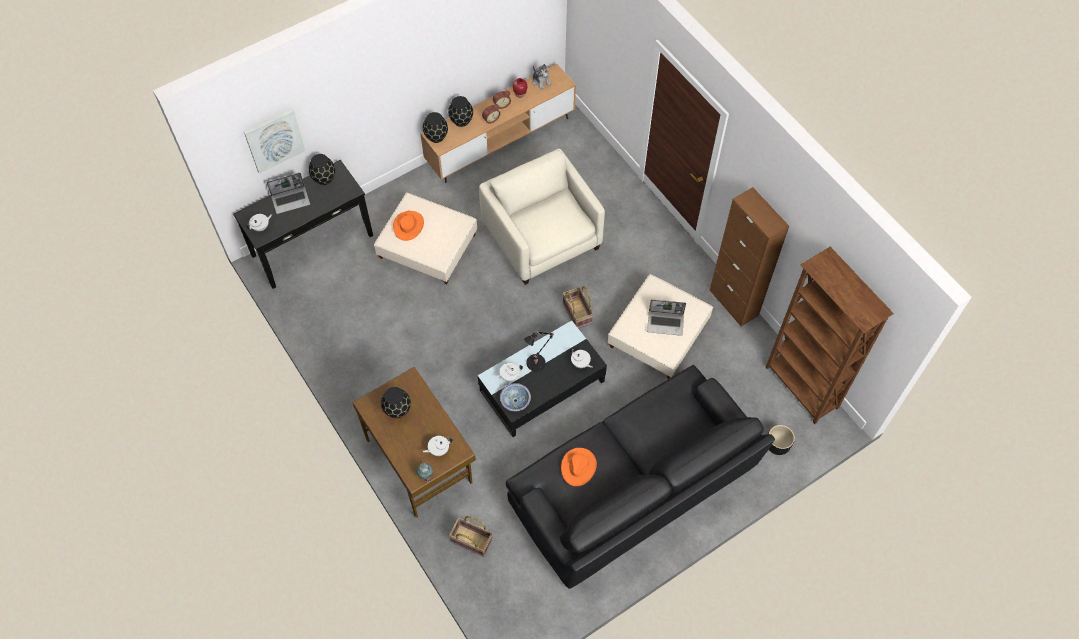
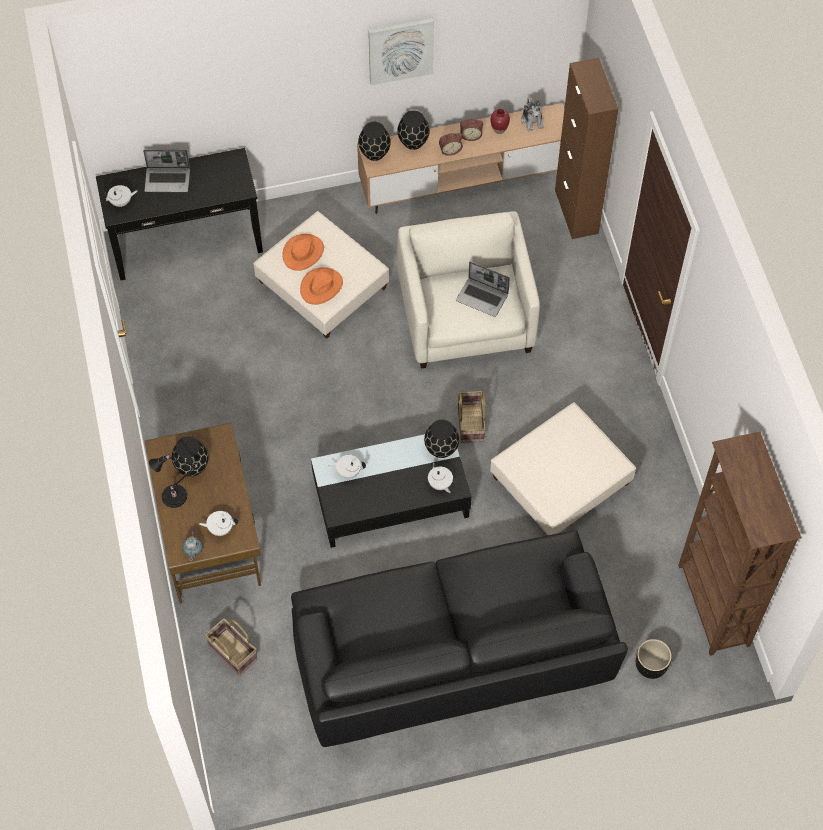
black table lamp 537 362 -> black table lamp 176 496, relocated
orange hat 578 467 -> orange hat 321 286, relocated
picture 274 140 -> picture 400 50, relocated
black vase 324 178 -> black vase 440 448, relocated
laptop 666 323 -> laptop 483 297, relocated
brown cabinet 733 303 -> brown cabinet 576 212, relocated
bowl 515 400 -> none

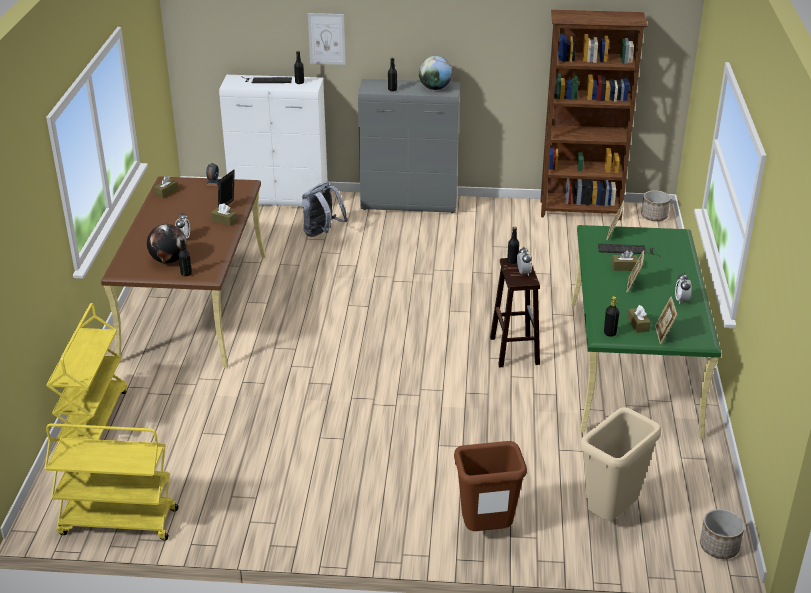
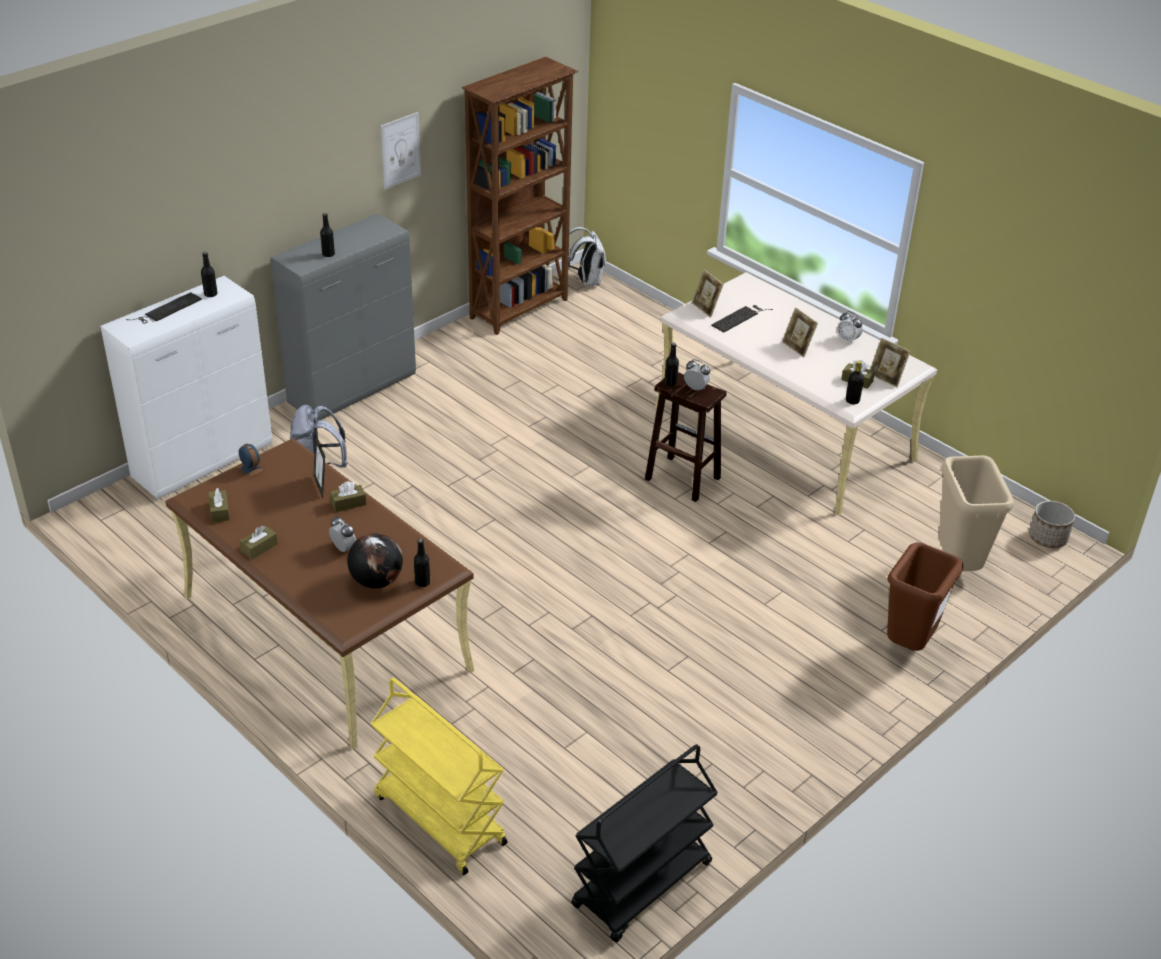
brown tissue box 624 267 -> brown tissue box 259 548, relocated
picture 326 39 -> picture 400 150, relocated
planter 654 216 -> white backpack 586 281
yellow cart 117 522 -> black cart 642 886
green desk 632 366 -> beige desk 784 433
globe 435 88 -> none

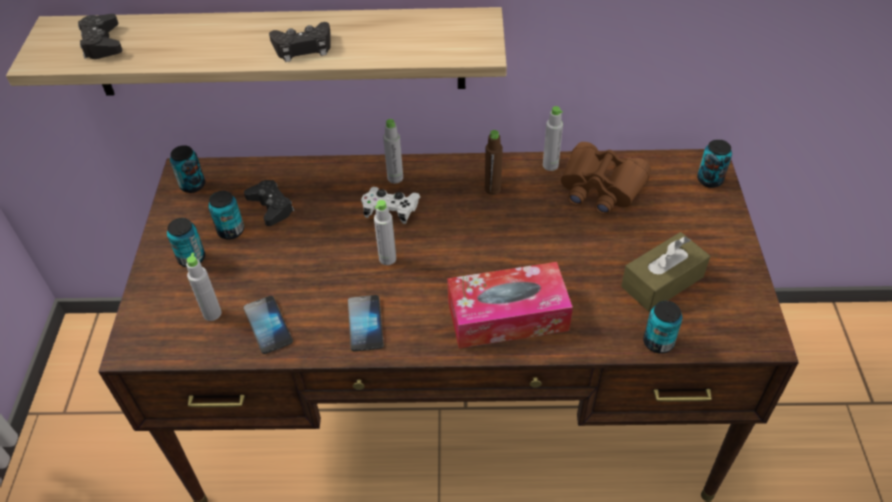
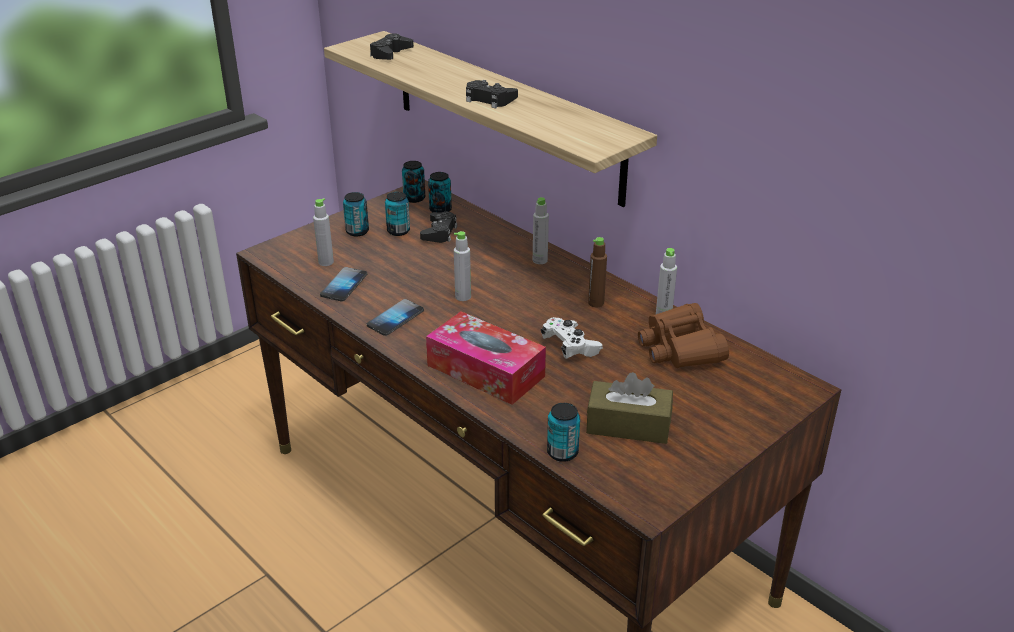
can 709 180 -> can 440 210, relocated
white game controller 391 211 -> white game controller 570 347, relocated

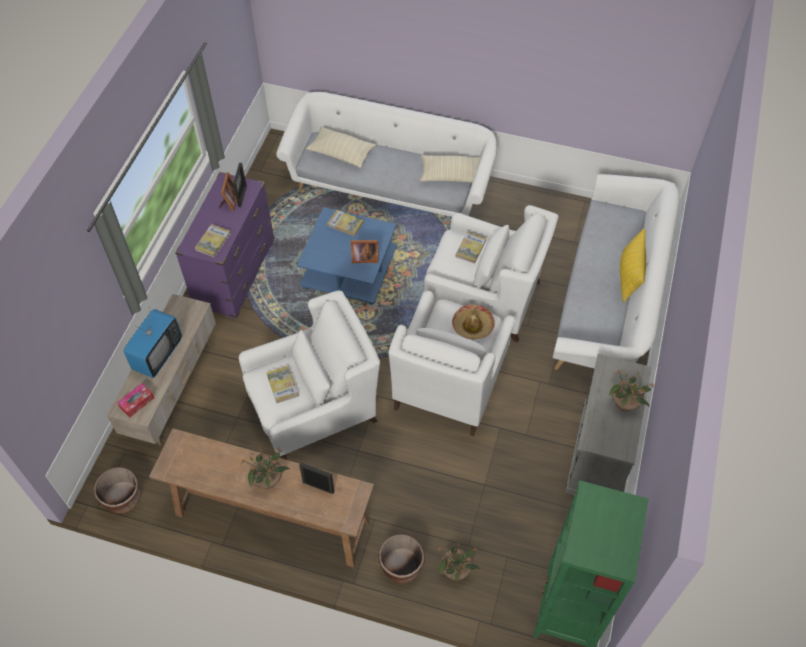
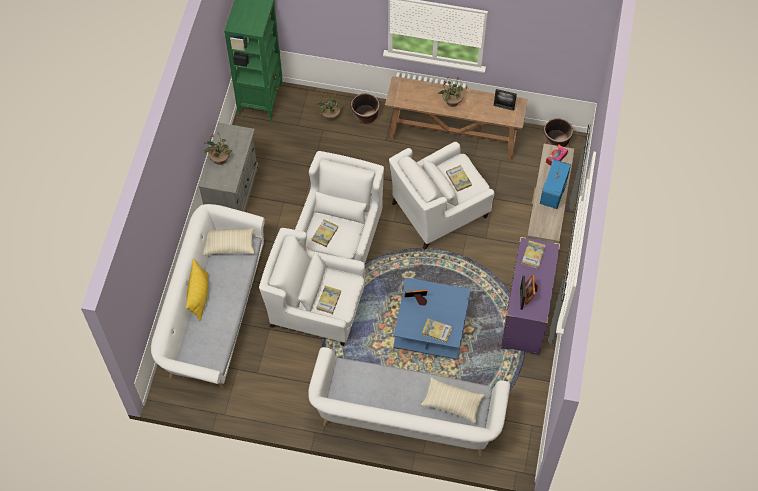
beige pillow 451 175 -> beige pillow 228 245, relocated
hat 472 325 -> book 325 234
picture frame 318 487 -> picture frame 503 107, relocated

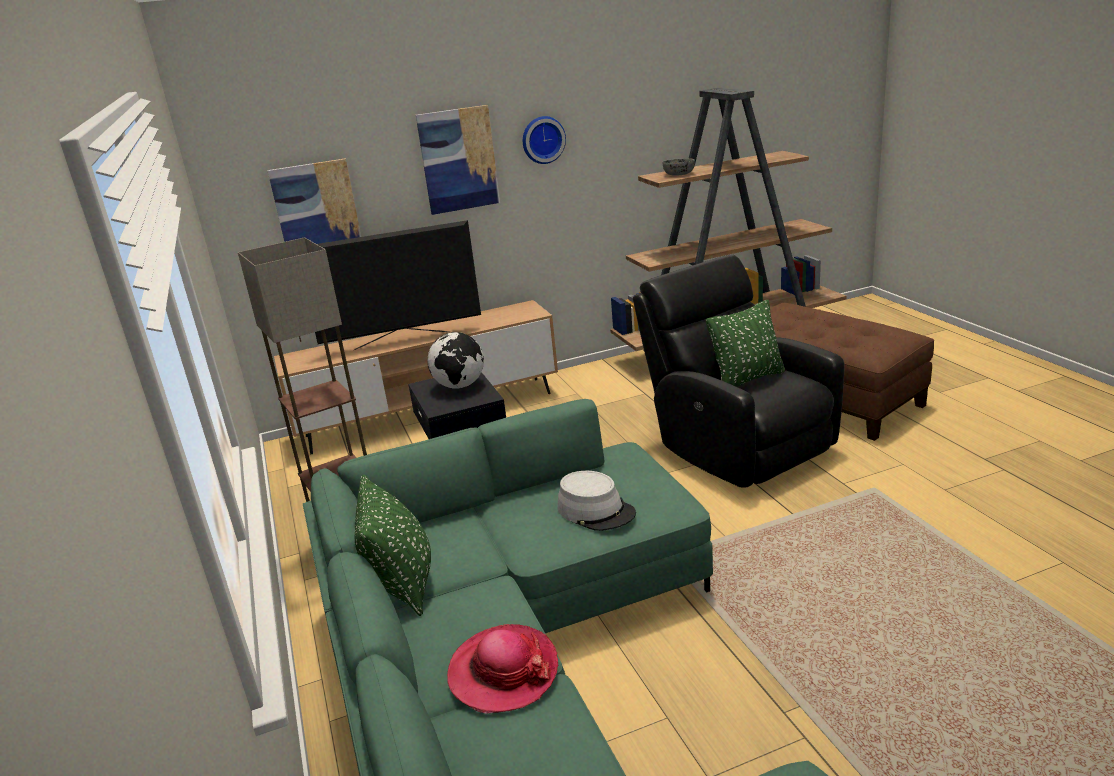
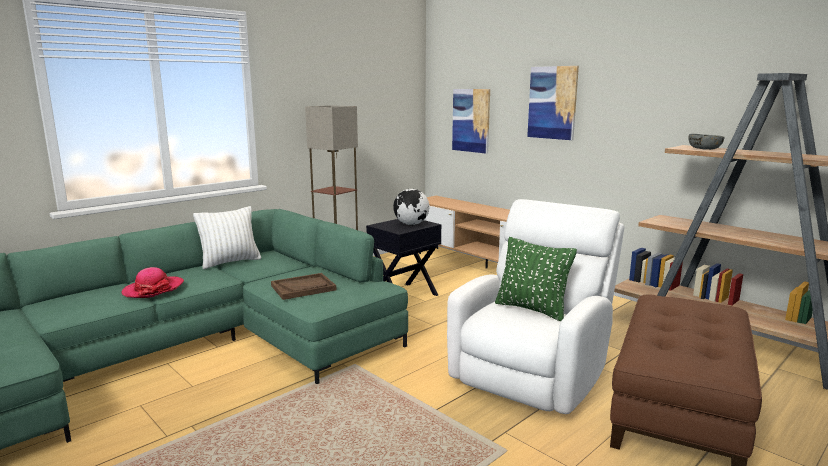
green pillow 402 584 -> white pillow 230 262
grey hat 596 511 -> brown tray 303 288
black armchair 738 446 -> white armchair 532 373
television 403 340 -> none
wall clock 542 139 -> none

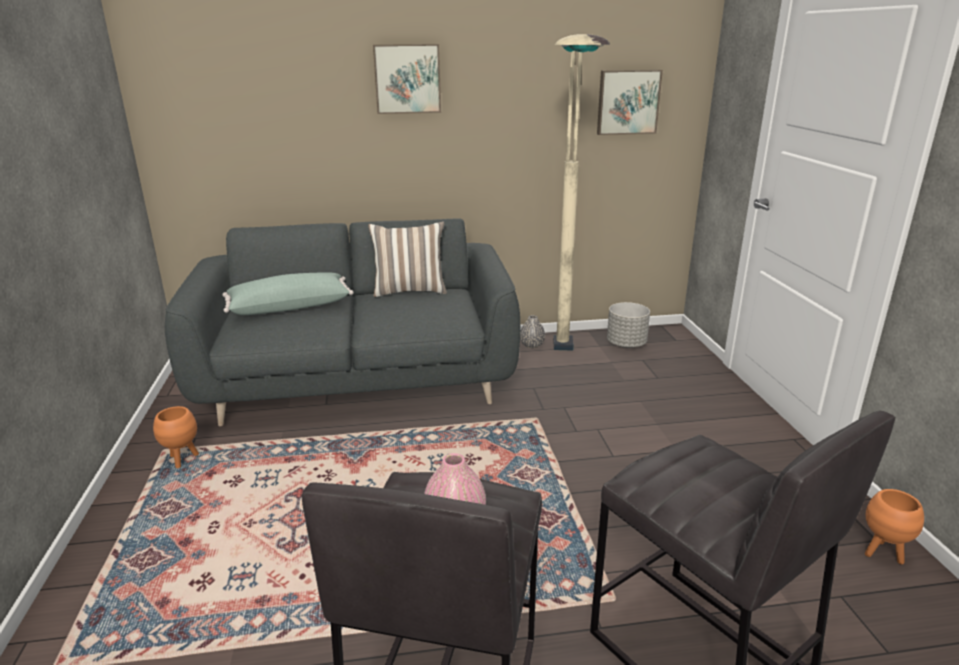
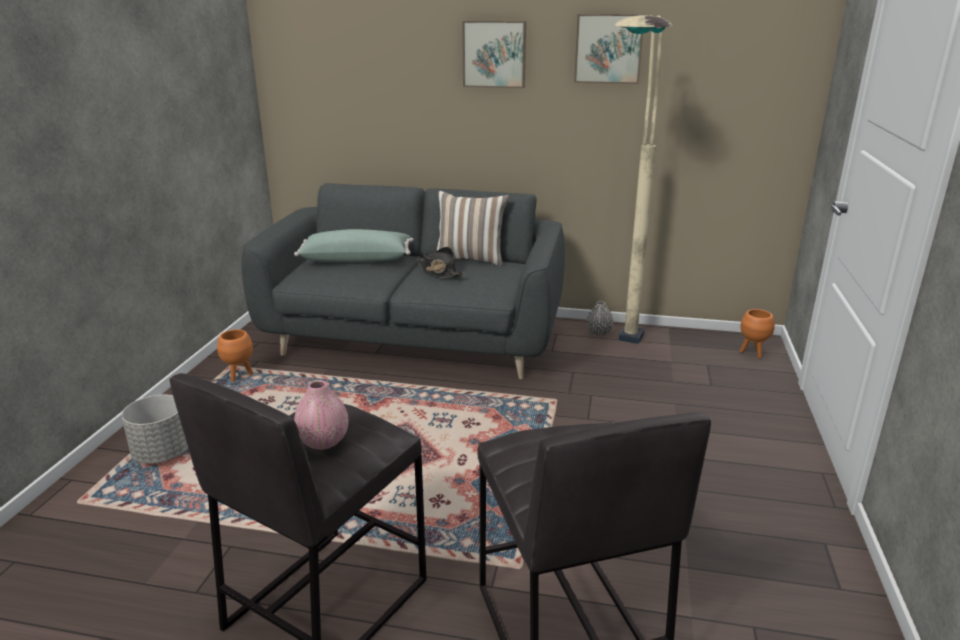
grey planter 626 344 -> grey planter 162 454, relocated
none -> black hat 439 272
picture 627 102 -> picture 608 48, relocated
orange planter 883 553 -> orange planter 752 353, relocated

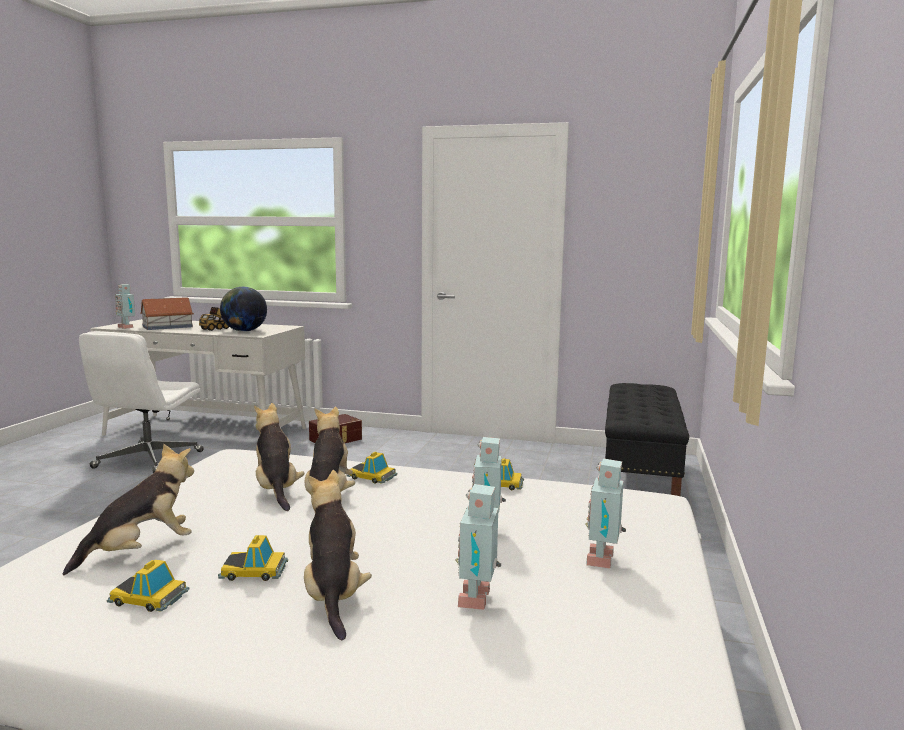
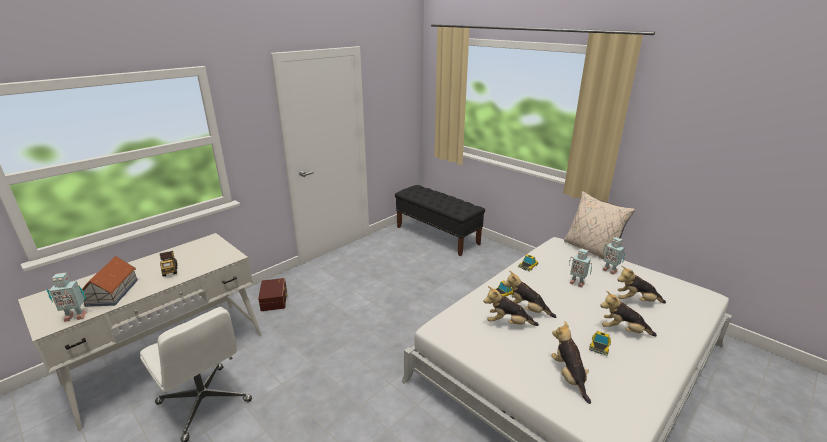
none -> beige pillow 591 249
toy robot 478 598 -> plush toy 636 301
toy car 149 597 -> none
globe 244 331 -> none

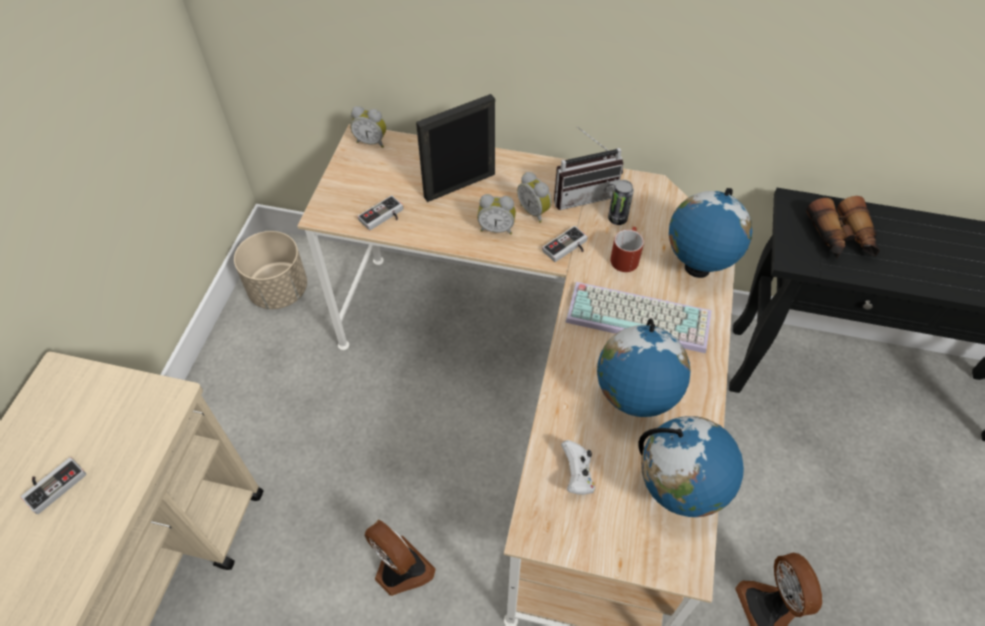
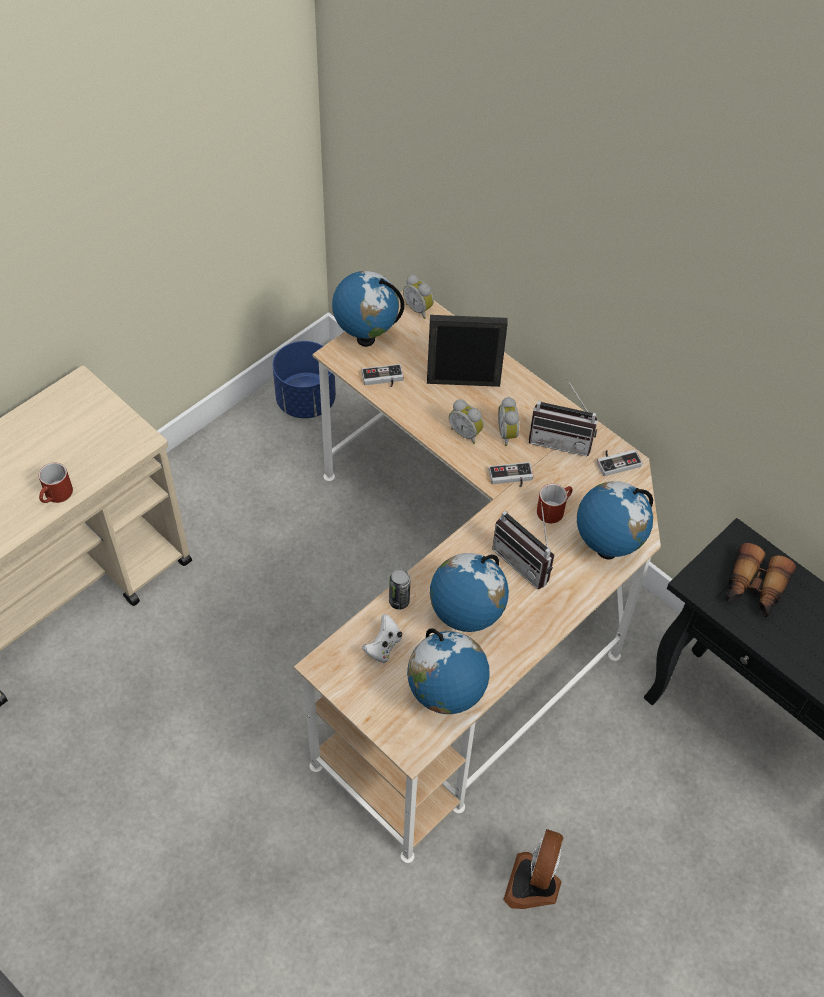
none -> red mug 56 496
beige planter 278 291 -> blue planter 305 401
none -> globe 366 338
can 617 218 -> can 399 601, relocated
keyboard 640 316 -> radio 526 561
game controller 53 483 -> game controller 617 461, relocated
fan 400 570 -> none

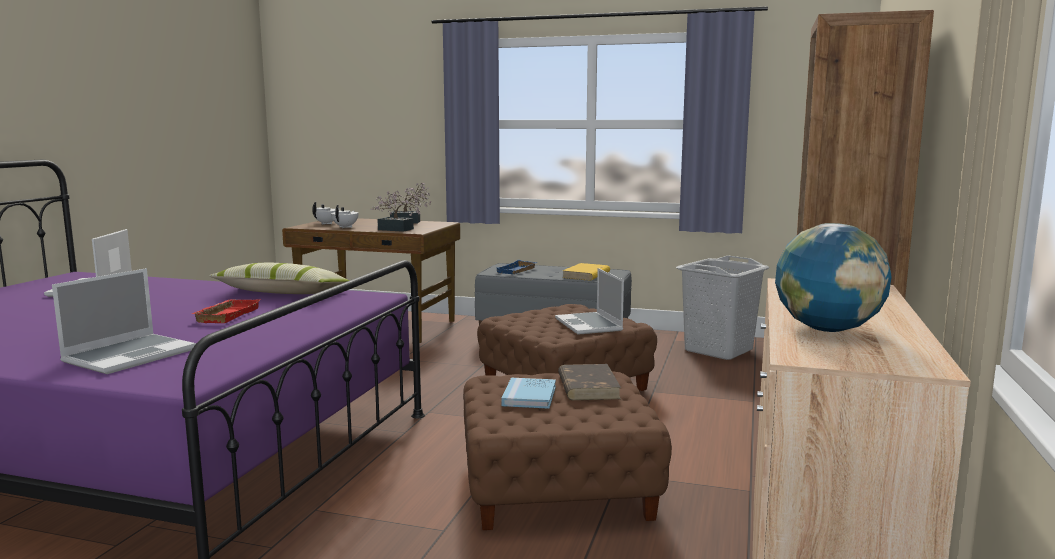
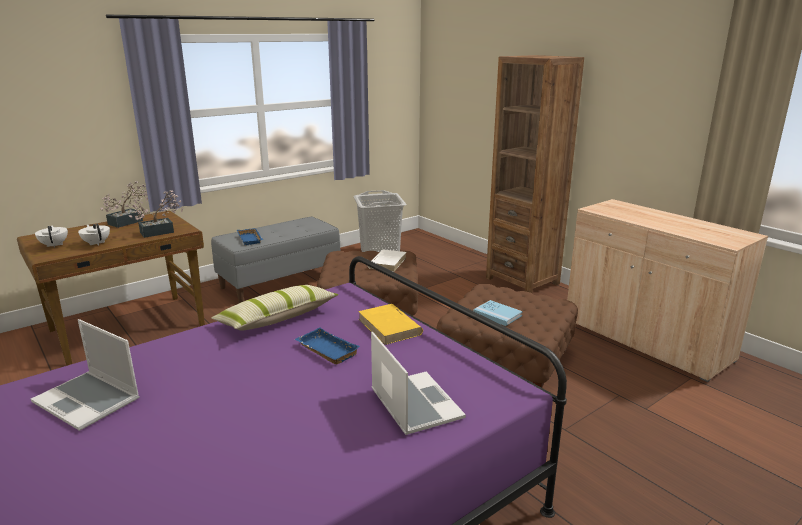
red tray 226 315 -> blue tray 325 350
yellow book 586 275 -> yellow book 390 327, relocated
laptop 590 325 -> white book 387 262
brown book 588 386 -> none
globe 827 329 -> none

